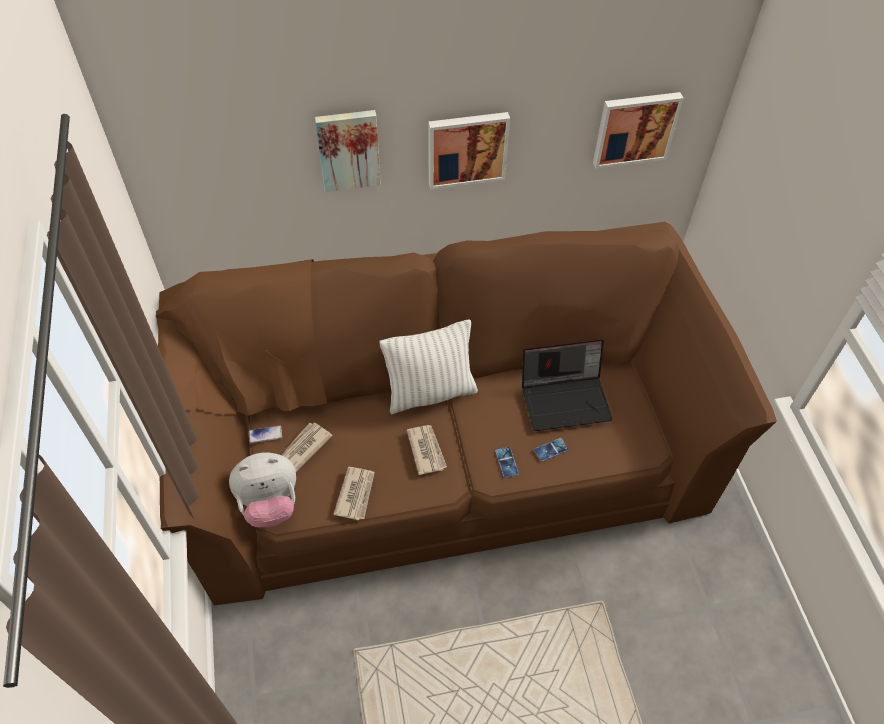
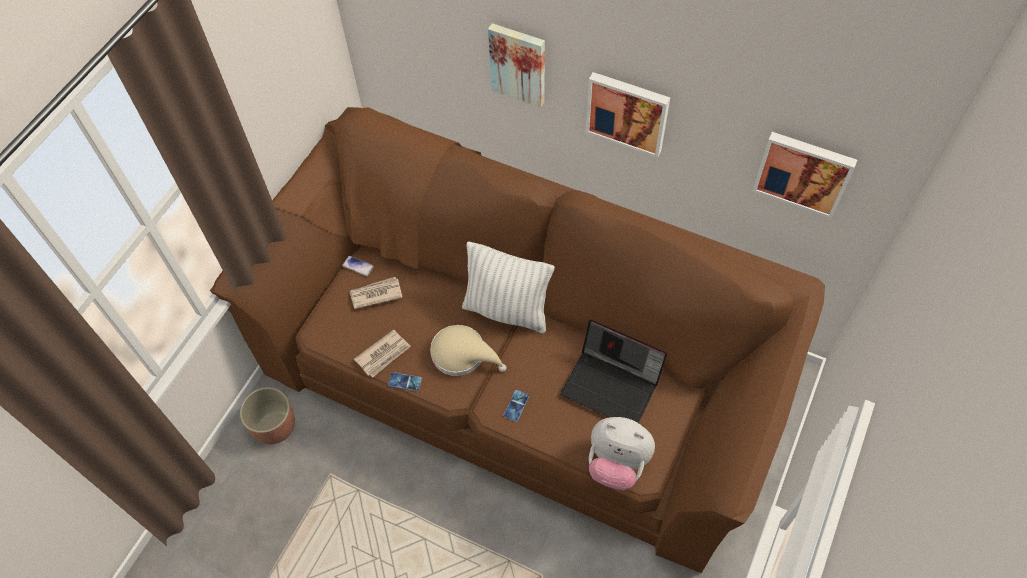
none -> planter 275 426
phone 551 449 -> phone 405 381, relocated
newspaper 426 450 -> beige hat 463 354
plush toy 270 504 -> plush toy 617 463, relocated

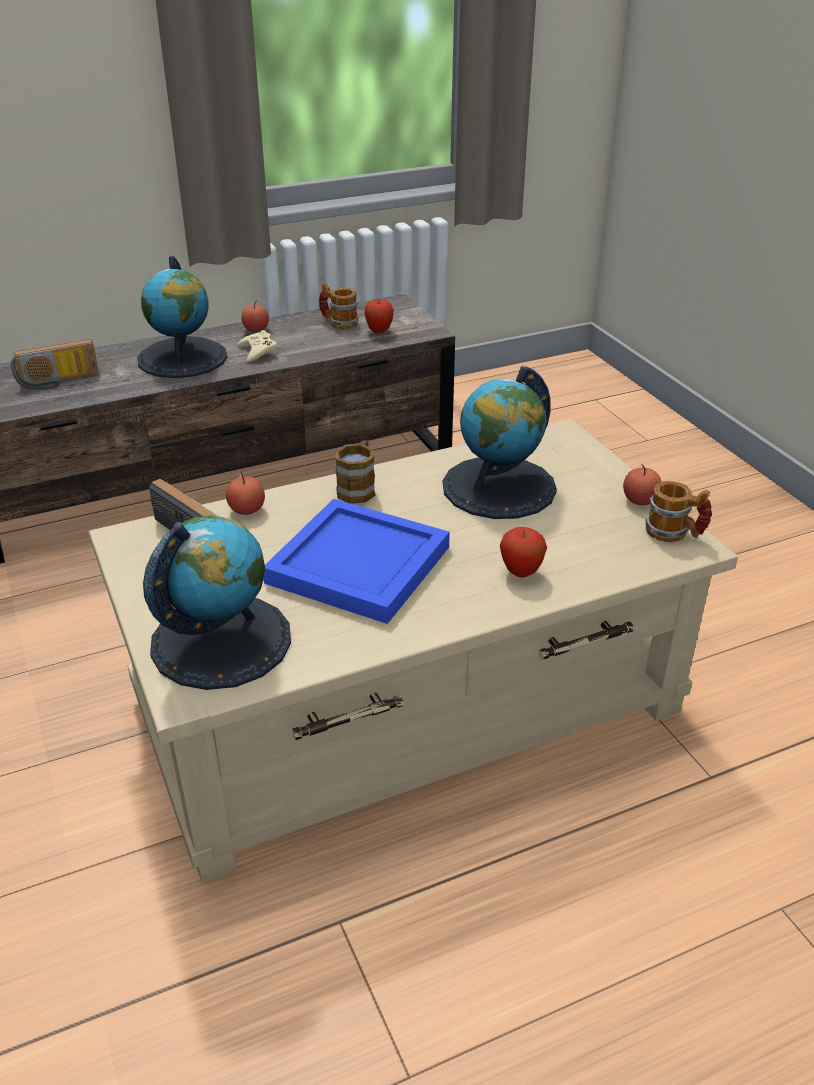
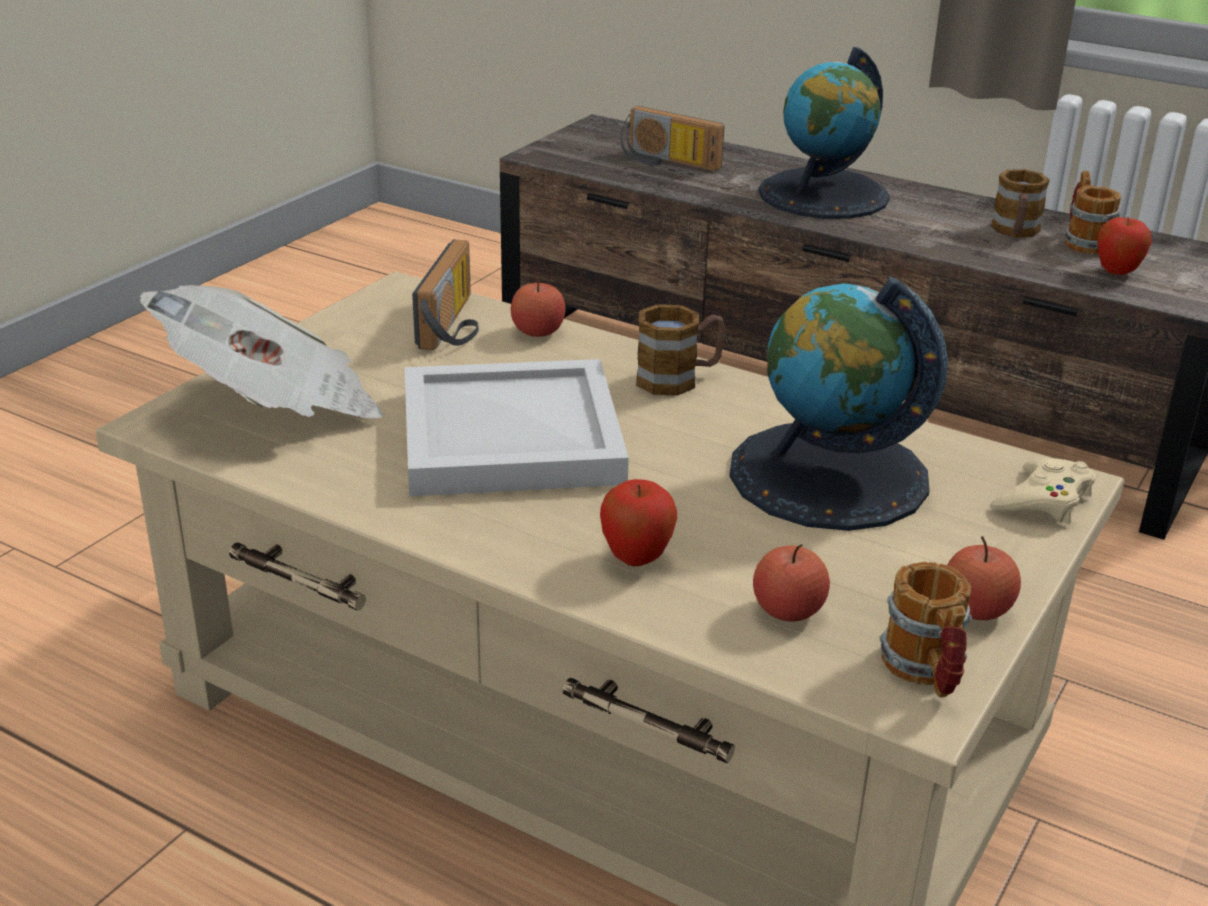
globe 221 640 -> newspaper 274 406
blue tray 361 564 -> white tray 514 437
apple 256 329 -> apple 788 610, relocated
beige game controller 258 352 -> beige game controller 1043 500, relocated
none -> mug 1015 232

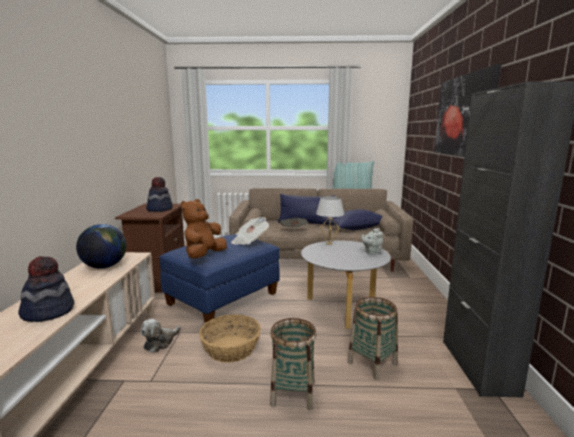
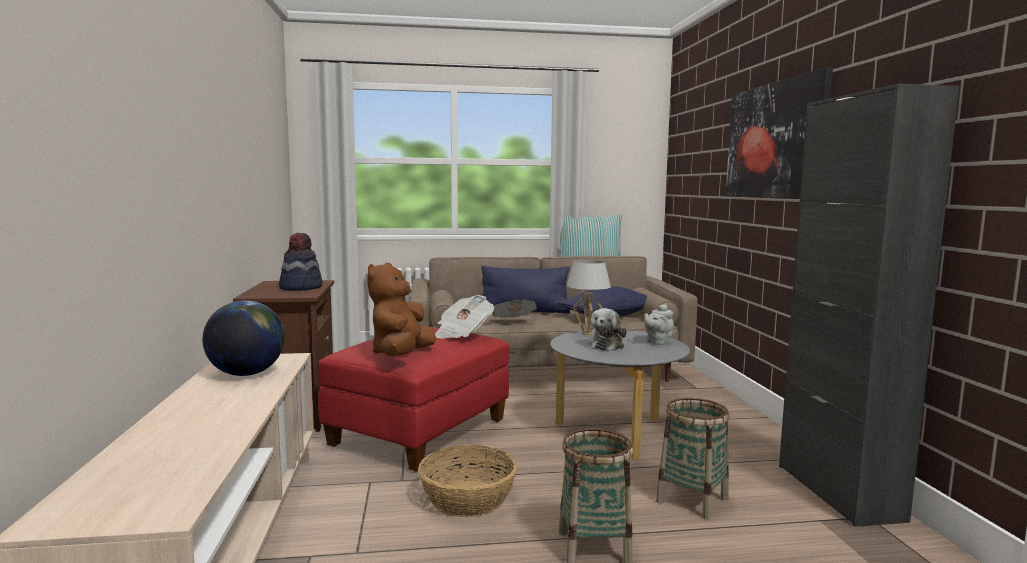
blue ottoman 223 299 -> red ottoman 419 432
plush toy 160 342 -> plush toy 607 345, relocated
hat 48 312 -> none

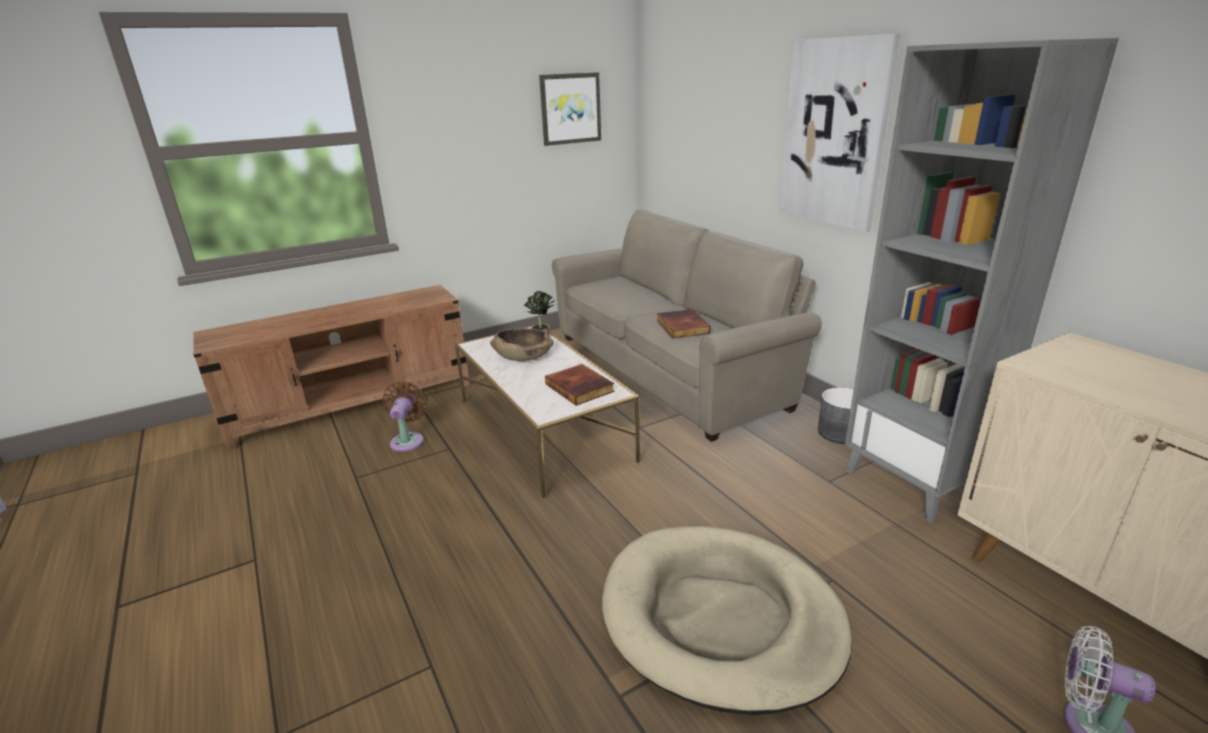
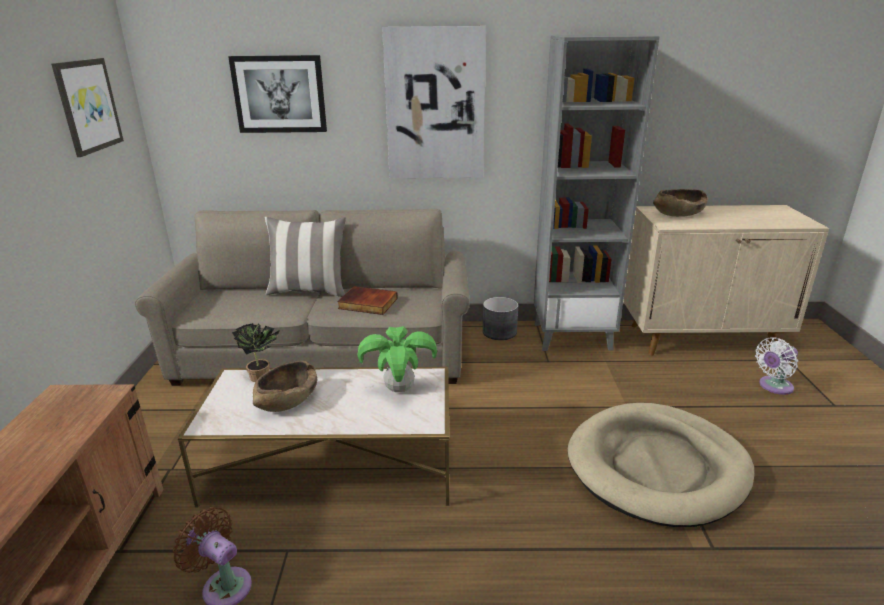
none -> picture 279 94
none -> pillow 309 291
book 580 387 -> potted plant 399 388
none -> brown bowl 678 213

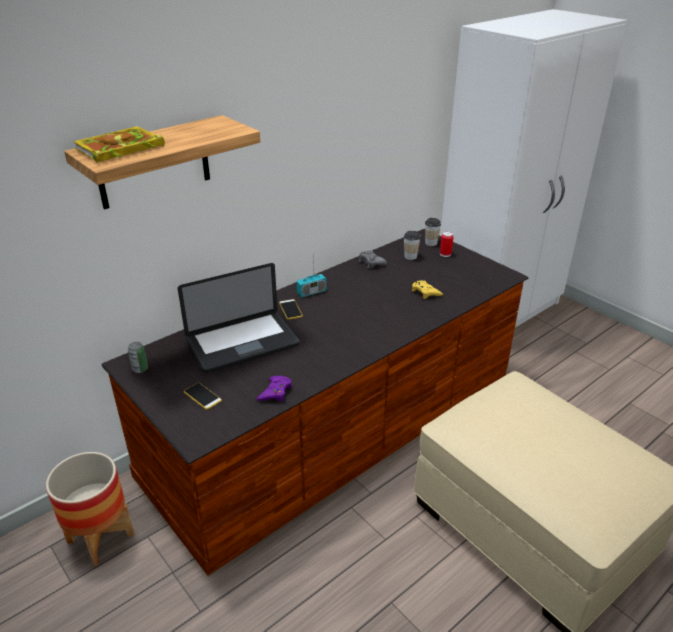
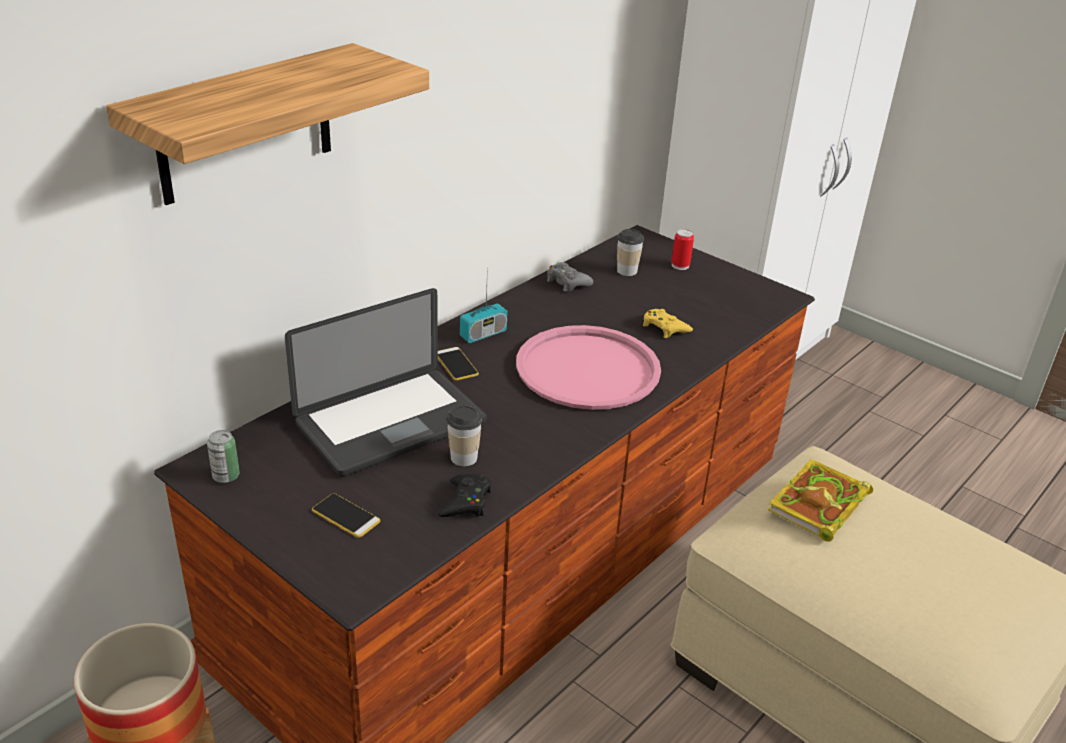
purple game controller 275 392 -> black game controller 466 501
cup 431 243 -> cup 464 458, relocated
none -> pink tray 588 369
book 118 149 -> book 818 506, relocated

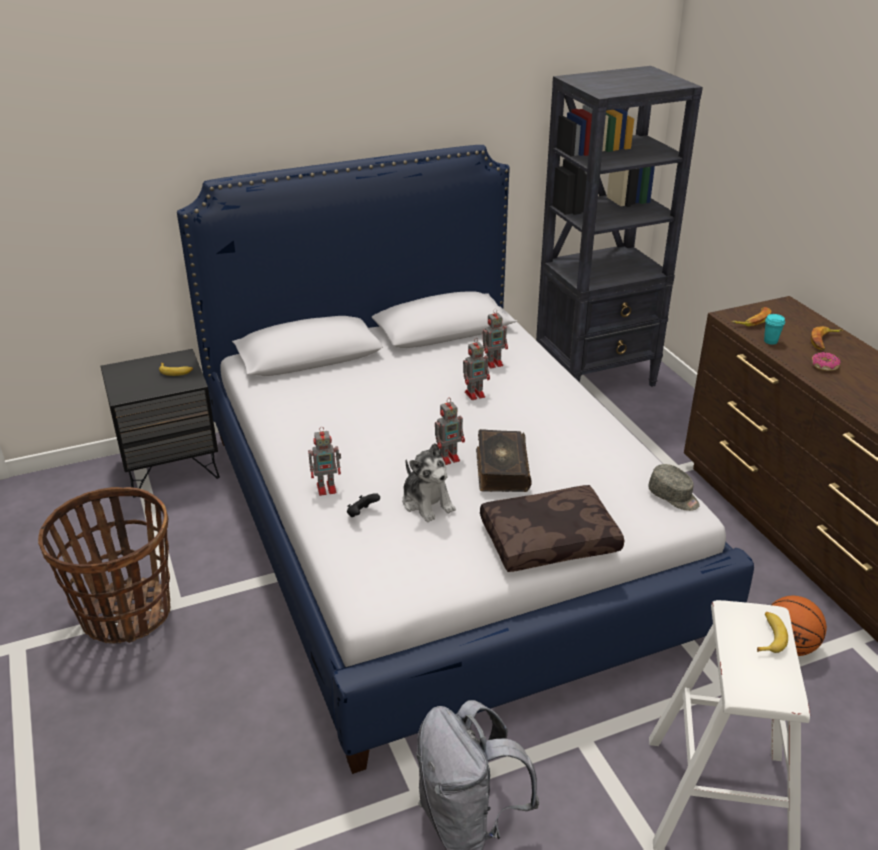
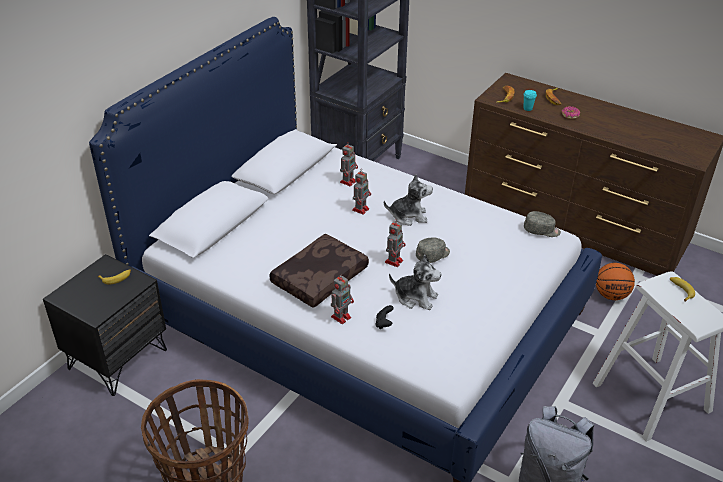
brown pillow 549 538 -> brown pillow 319 277, relocated
none -> plush toy 408 216
book 501 469 -> grey cap 433 255

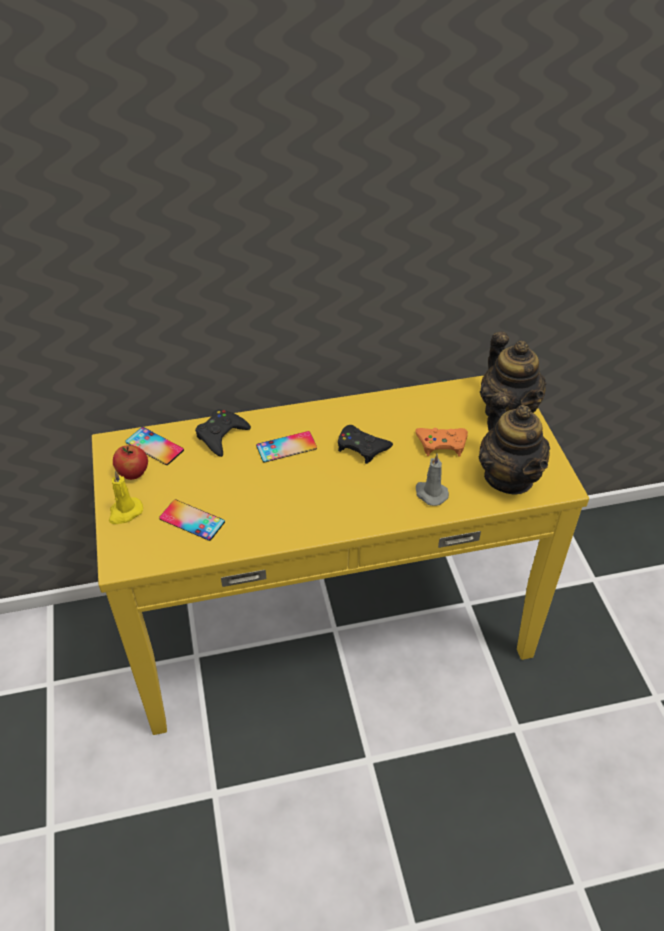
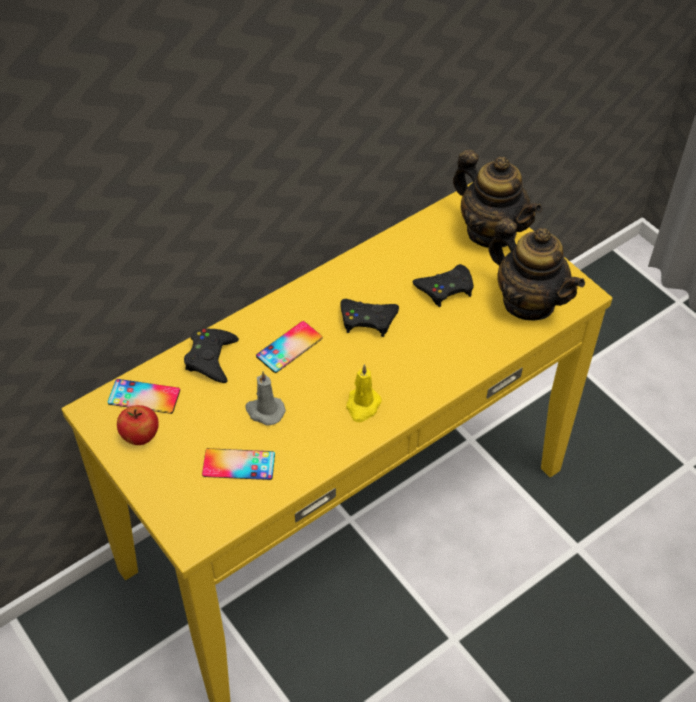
grey candle 430 493 -> grey candle 264 411, relocated
yellow candle 125 512 -> yellow candle 362 406, relocated
orange game controller 442 444 -> black game controller 445 288

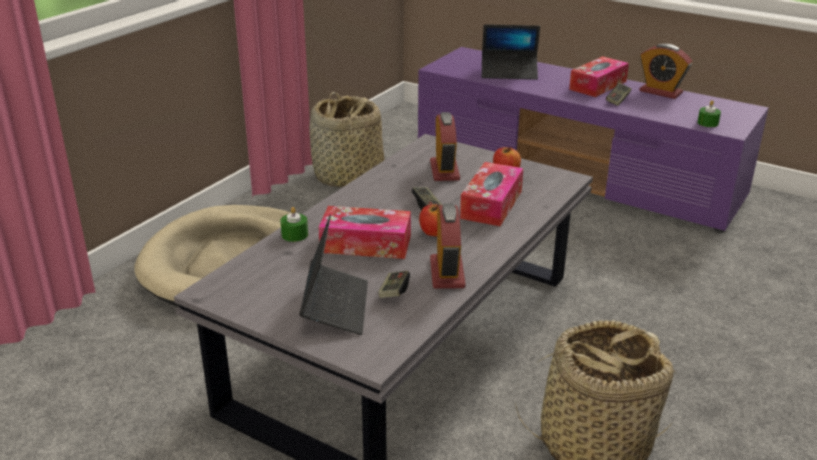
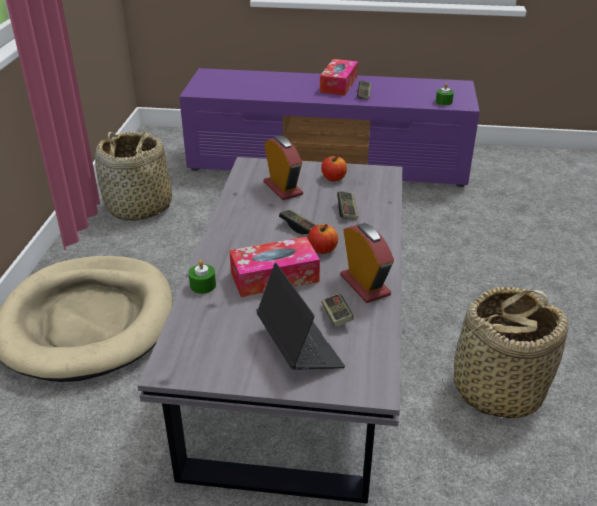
tissue box 491 204 -> game controller 347 211
laptop 509 73 -> none
alarm clock 660 92 -> none

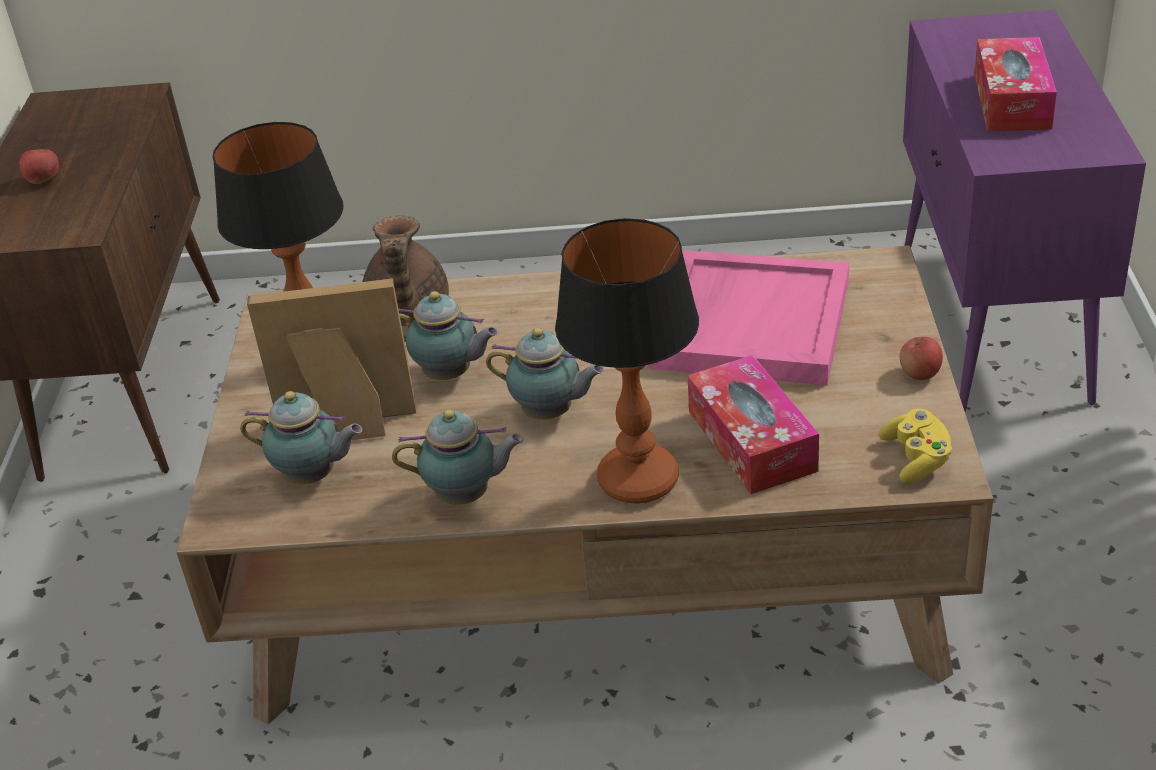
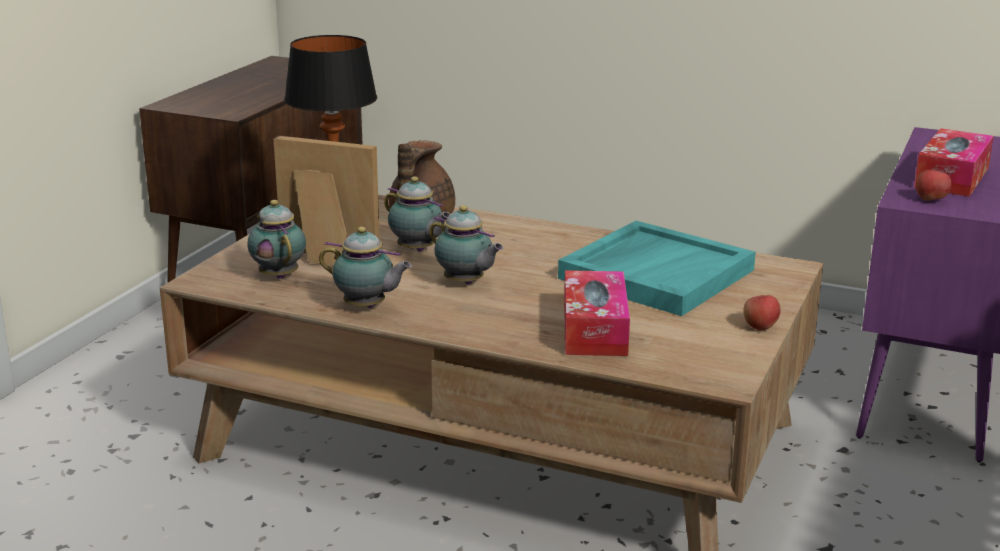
teapot 313 477 -> teapot 278 275, 150 degrees counterclockwise
pink tray 750 323 -> turquoise tray 656 273
apple 44 180 -> apple 931 200, relocated
table lamp 639 479 -> none
yellow game controller 916 458 -> none

